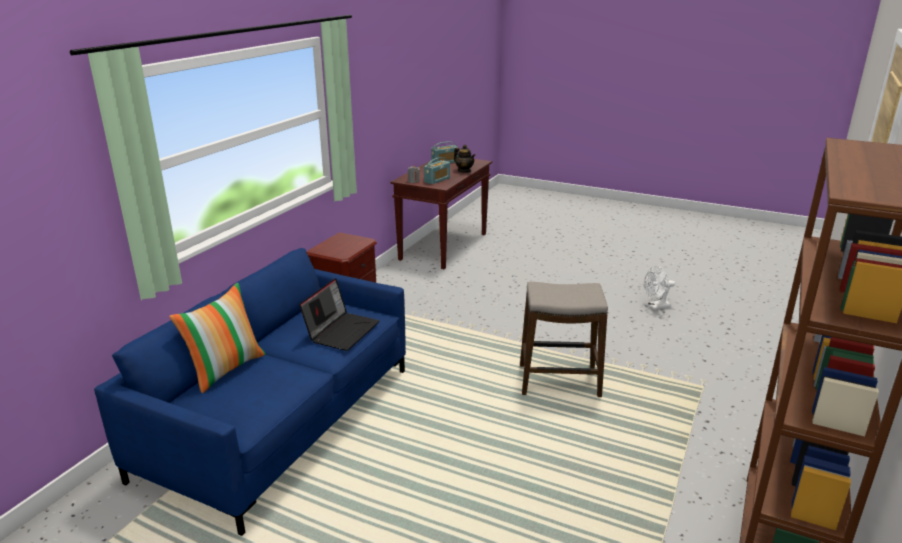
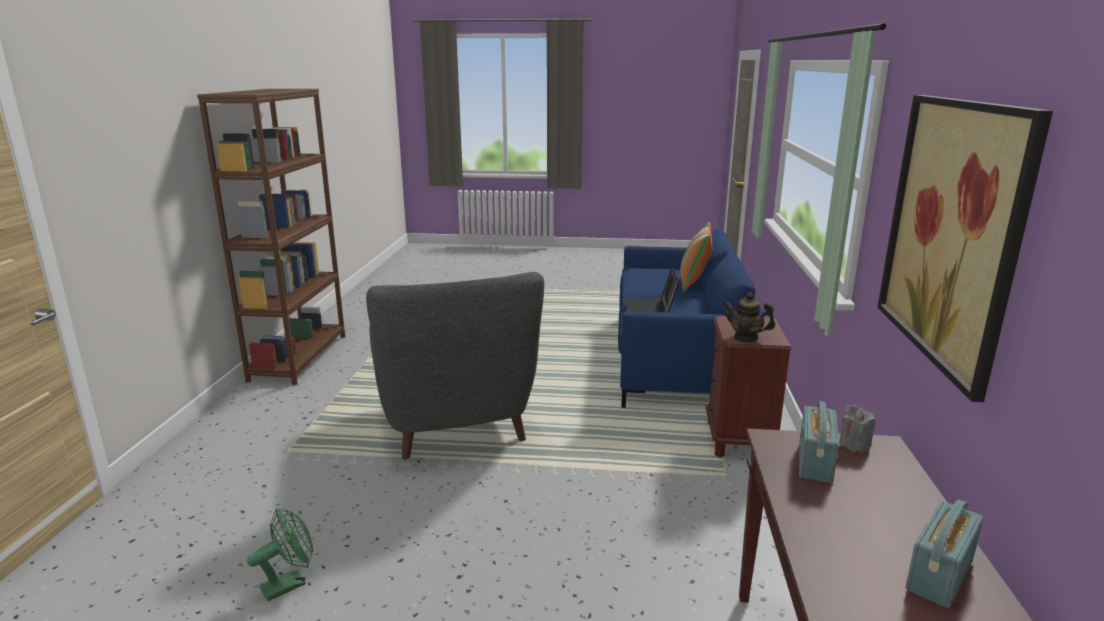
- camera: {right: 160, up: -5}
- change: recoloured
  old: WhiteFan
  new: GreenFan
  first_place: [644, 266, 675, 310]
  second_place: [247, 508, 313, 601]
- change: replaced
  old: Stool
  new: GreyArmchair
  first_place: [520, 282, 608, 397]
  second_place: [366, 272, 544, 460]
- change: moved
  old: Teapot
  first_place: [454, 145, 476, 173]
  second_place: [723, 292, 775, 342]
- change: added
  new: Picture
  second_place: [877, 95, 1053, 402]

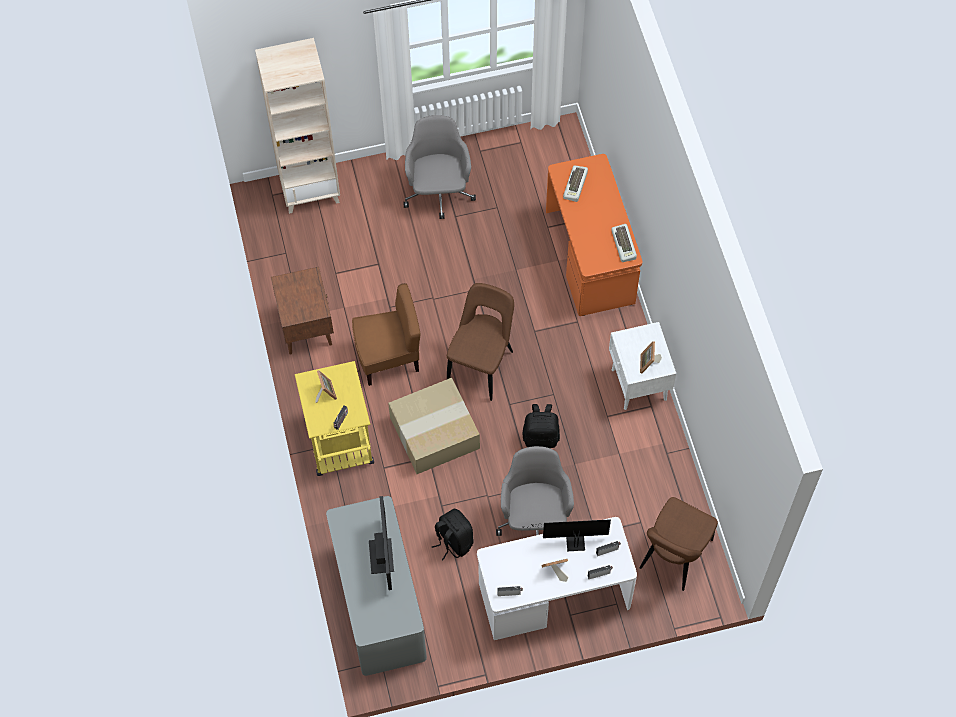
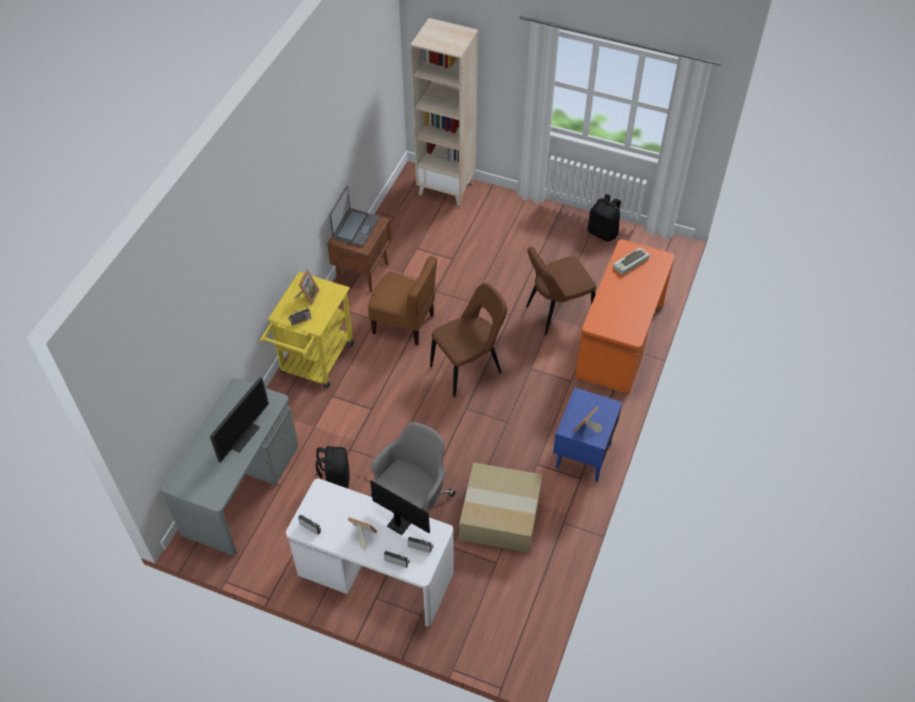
- camera: {right: 35, up: -10}
- change: added
  new: Laptop
  second_place: [329, 186, 379, 247]
- change: moved
  old: CardboardBox
  first_place: [388, 378, 480, 474]
  second_place: [459, 462, 542, 553]
- change: moved
  old: BrownChair
  first_place: [640, 497, 718, 591]
  second_place: [526, 247, 596, 335]
- change: recoloured
  old: WhiteNightstand
  new: BlueNightstand
  first_place: [609, 322, 677, 410]
  second_place: [553, 387, 622, 482]
- change: moved
  old: BlackBackpack
  first_place: [523, 404, 560, 448]
  second_place: [588, 194, 621, 242]
- change: removed
  old: GreyOfficeChair
  first_place: [403, 115, 476, 219]
- change: removed
  old: Keyboard
  first_place: [611, 224, 637, 262]

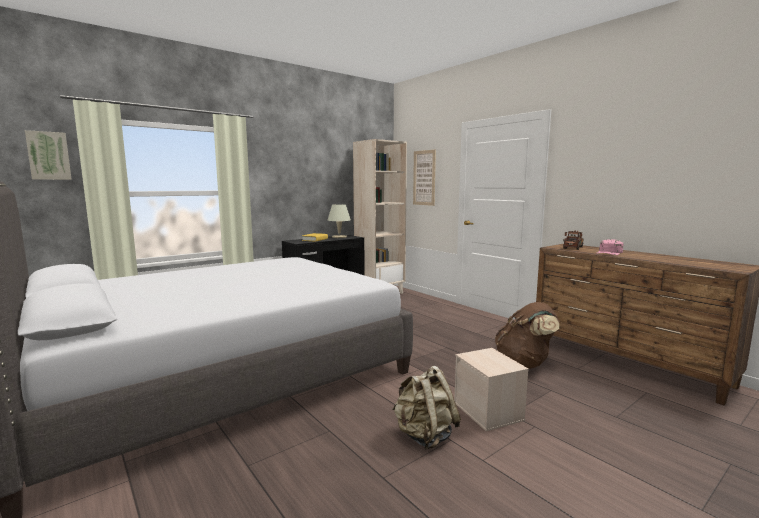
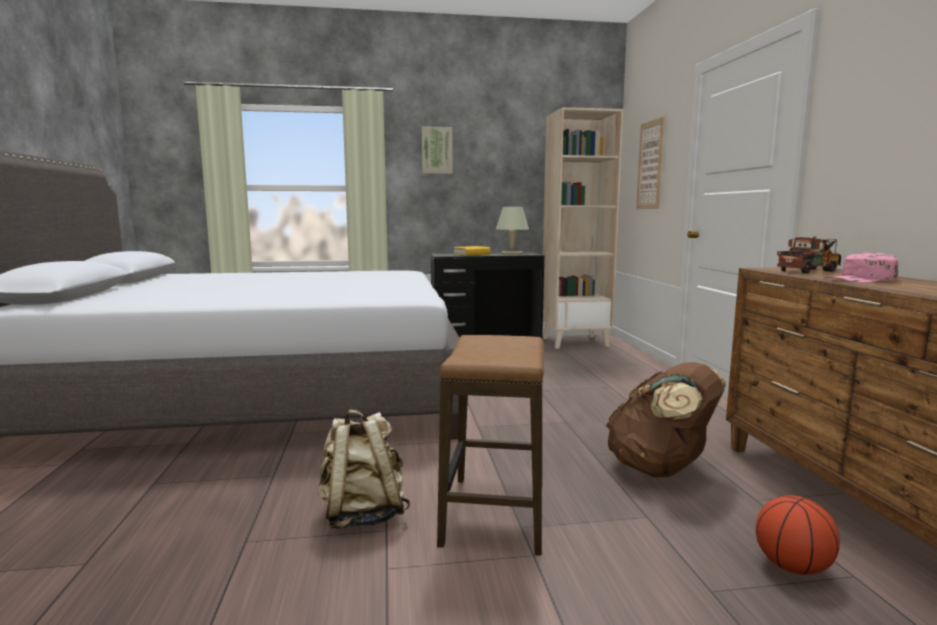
- camera: {right: 30, up: 0}
- change: moved
  old: Picture
  first_place: [25, 130, 72, 180]
  second_place: [422, 126, 453, 174]
- change: replaced
  old: BeigeStorageBox
  new: Stool
  first_place: [454, 348, 529, 431]
  second_place: [437, 335, 544, 556]
- change: added
  new: Basketball
  second_place: [756, 495, 840, 575]

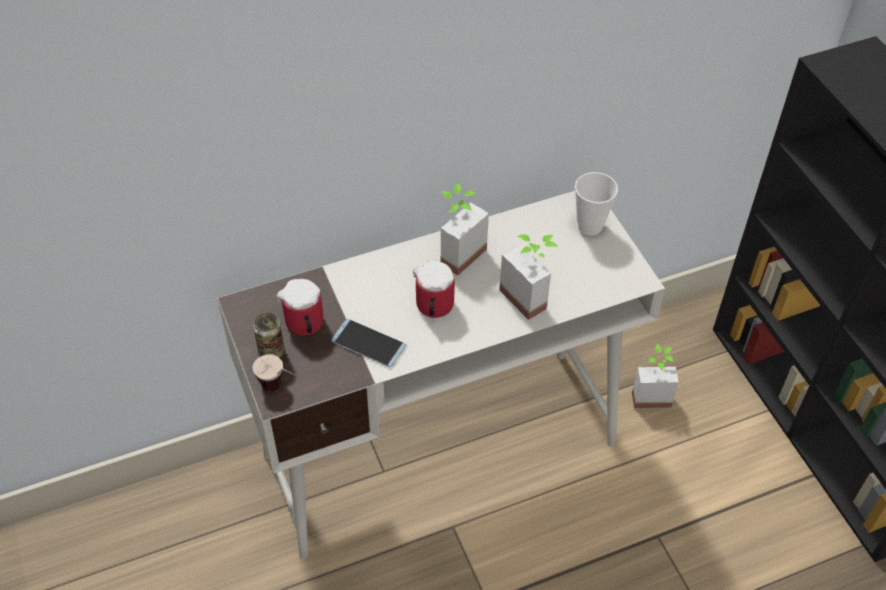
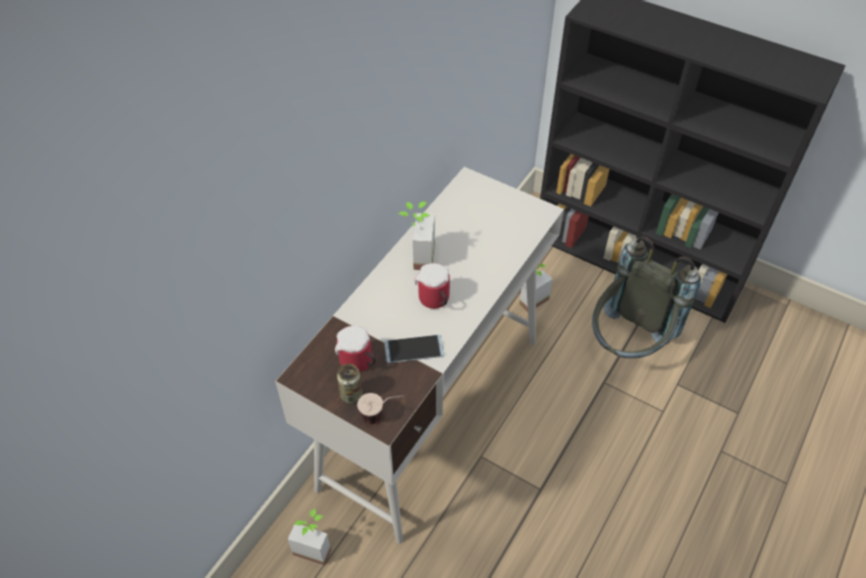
- camera: {right: -35, up: 0}
- change: moved
  old: PottedPlant
  first_place: [499, 234, 558, 320]
  second_place: [288, 508, 331, 566]
- change: added
  new: GreyBackpack
  second_place: [592, 236, 701, 358]
- change: removed
  old: Cup
  first_place: [575, 172, 618, 235]

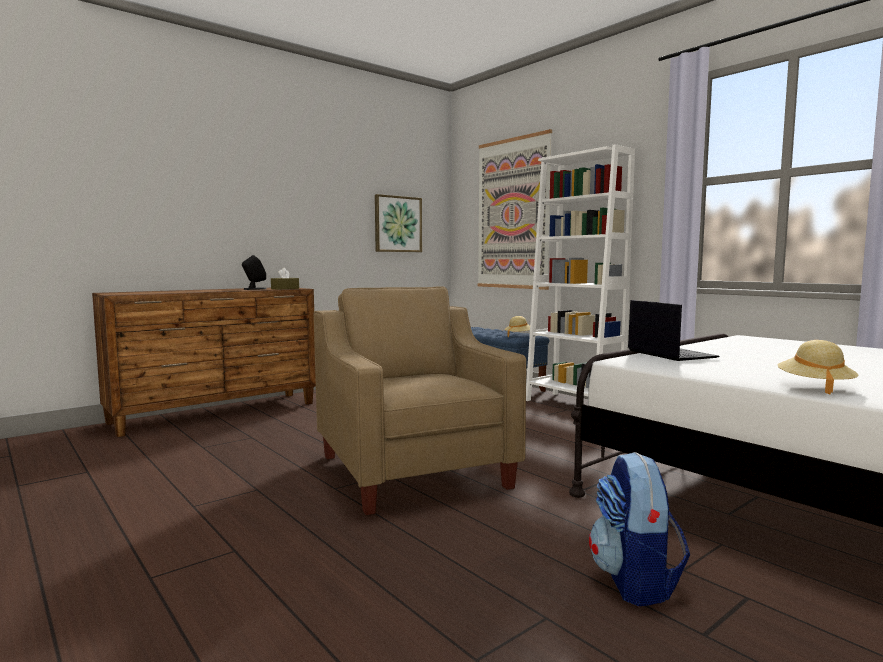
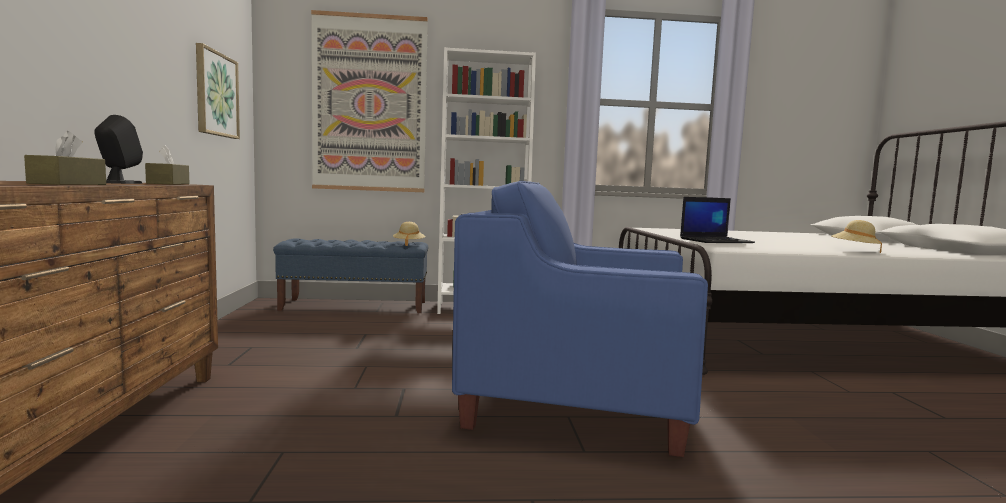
- camera: {right: -55, up: 0}
- change: added
  new: BrownTissueBox
  second_place: [24, 131, 106, 185]
- change: recoloured
  old: BeigeArmchair
  new: BlueArmchair
  first_place: [313, 286, 526, 515]
  second_place: [452, 181, 708, 457]
- change: turned
  old: Laptop
  first_place: [628, 300, 720, 361]
  second_place: [680, 197, 755, 243]
  degrees: 150
- change: removed
  old: Backpack
  first_place: [589, 452, 690, 606]

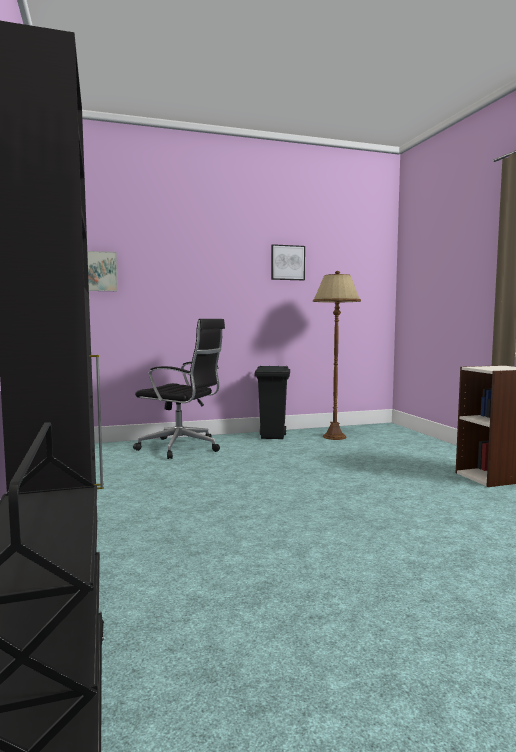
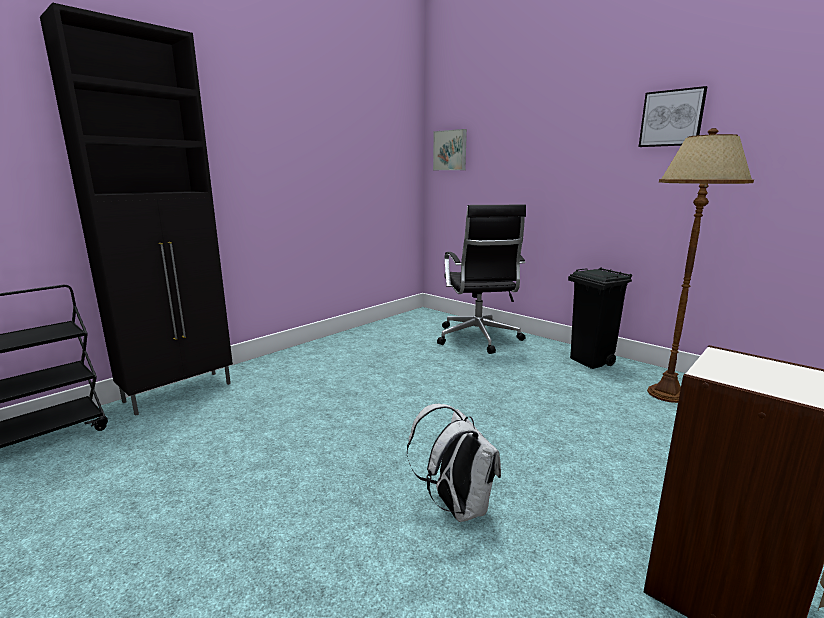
- camera: {right: 60, up: 10}
- change: added
  new: WhiteBackpack
  second_place: [407, 404, 501, 522]

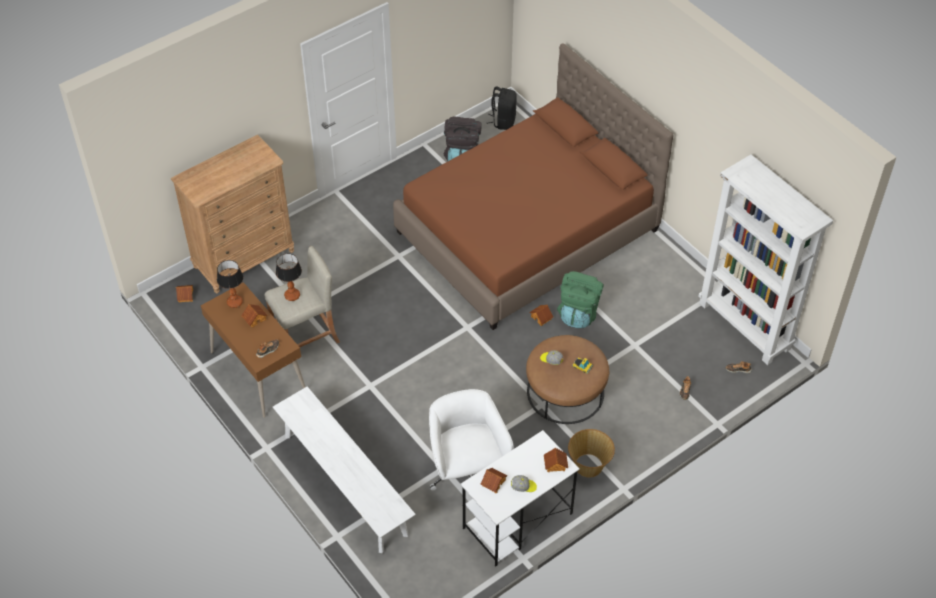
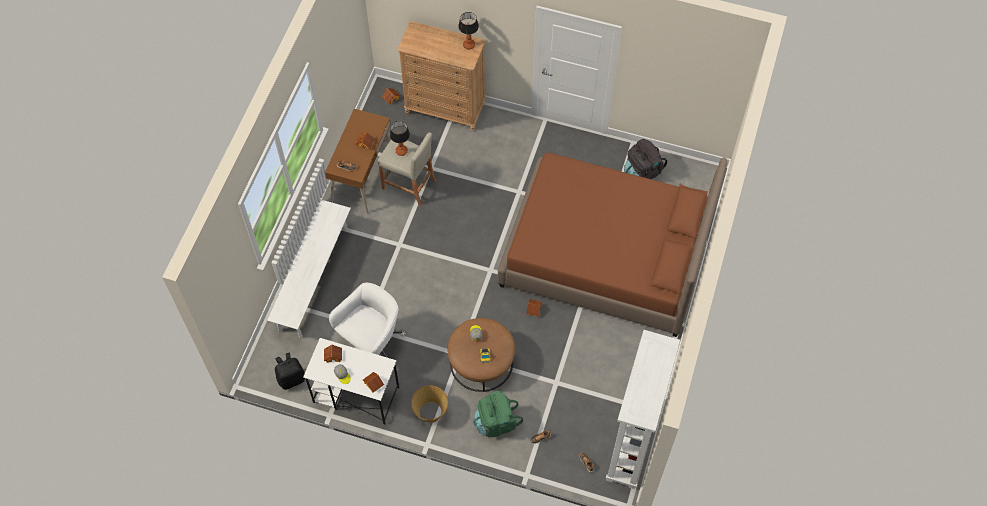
- camera: {right: 55, up: 10}
- change: moved
  old: BlackBackpack
  first_place: [487, 87, 517, 130]
  second_place: [275, 352, 305, 390]
- change: moved
  old: TableLamp
  first_place: [217, 260, 243, 308]
  second_place: [458, 12, 479, 49]
- change: moved
  old: GreenBackpack
  first_place: [557, 271, 604, 328]
  second_place: [474, 391, 523, 437]

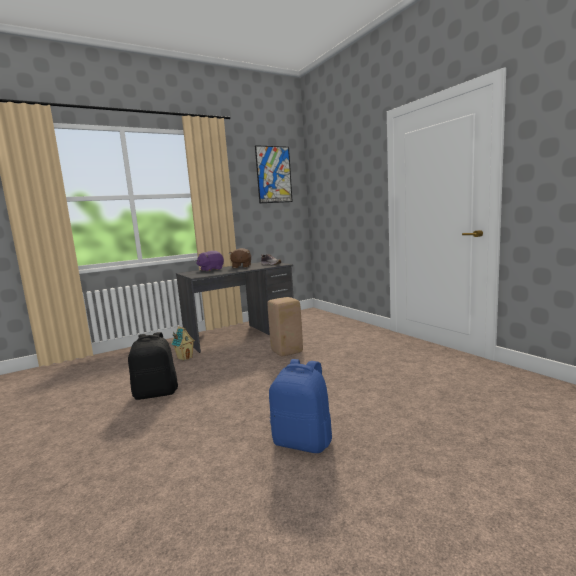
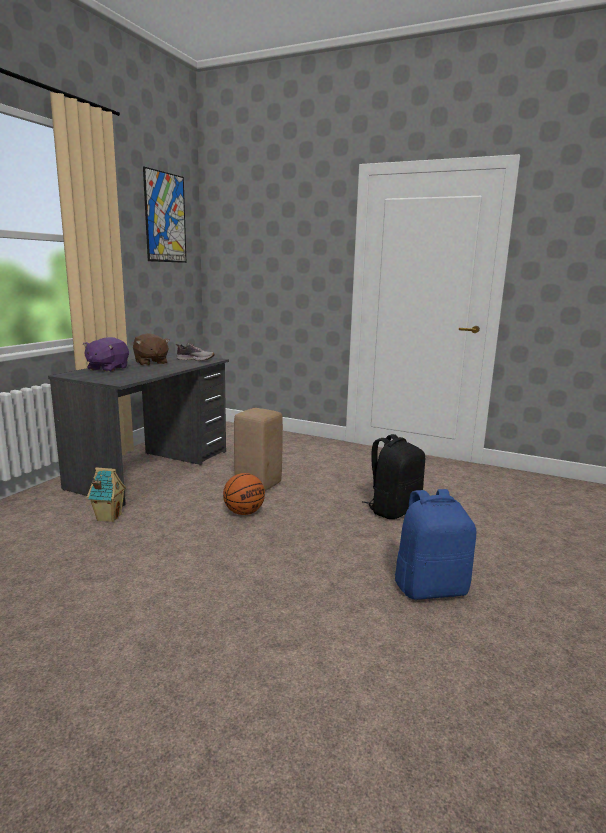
- camera: {right: -35, up: 5}
- change: added
  new: Basketball
  second_place: [223, 473, 265, 515]
- change: moved
  old: BlackBackpack
  first_place: [128, 332, 178, 400]
  second_place: [362, 434, 425, 519]

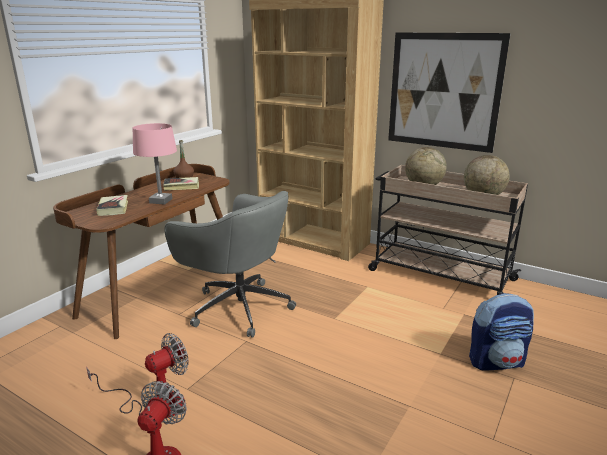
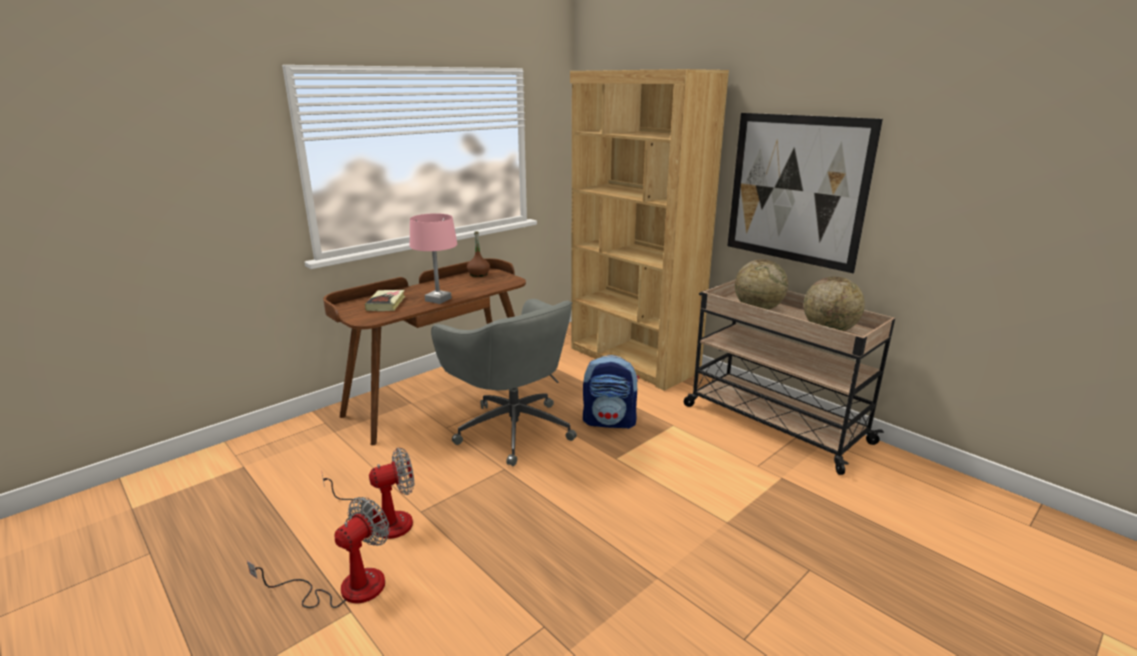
- camera: {right: 15, up: 0}
- change: moved
  old: Backpack
  first_place: [469, 293, 534, 371]
  second_place: [583, 355, 639, 429]
- change: removed
  old: Book
  first_place: [163, 177, 199, 191]

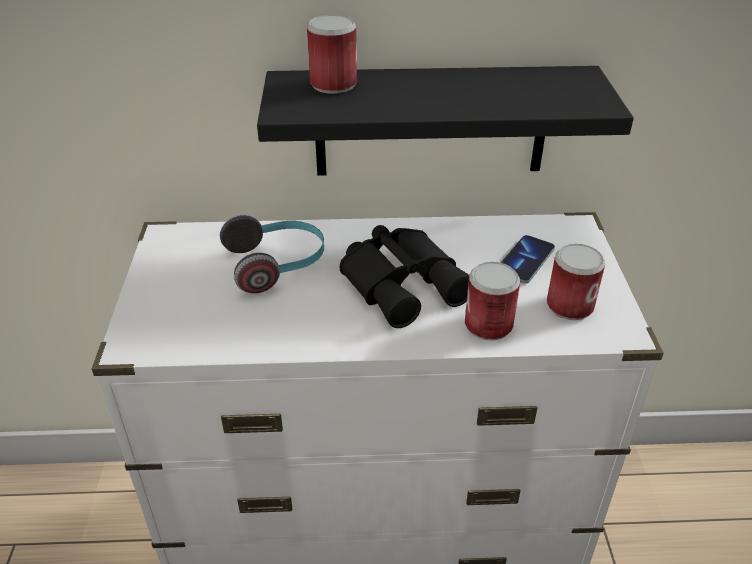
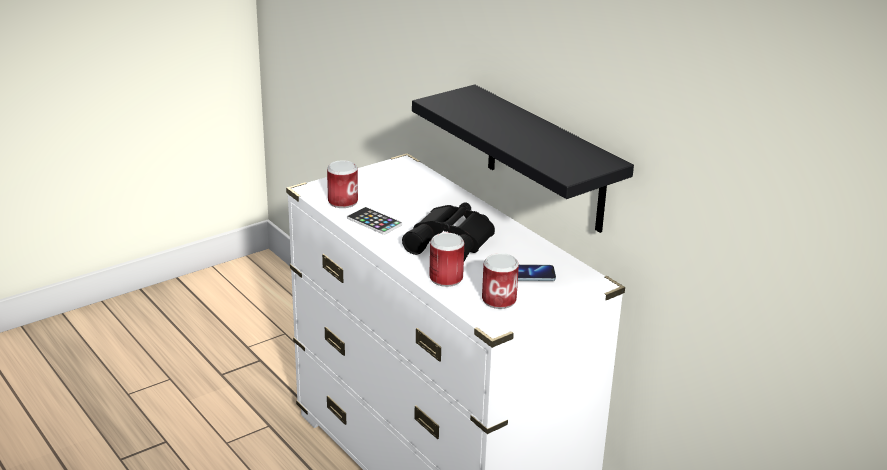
- camera: {right: 55, up: -10}
- change: moved
  old: Can
  first_place: [307, 15, 357, 94]
  second_place: [327, 160, 358, 208]
- change: added
  new: Phone
  second_place: [347, 207, 402, 235]
- change: removed
  old: Headphones
  first_place: [220, 215, 324, 293]

